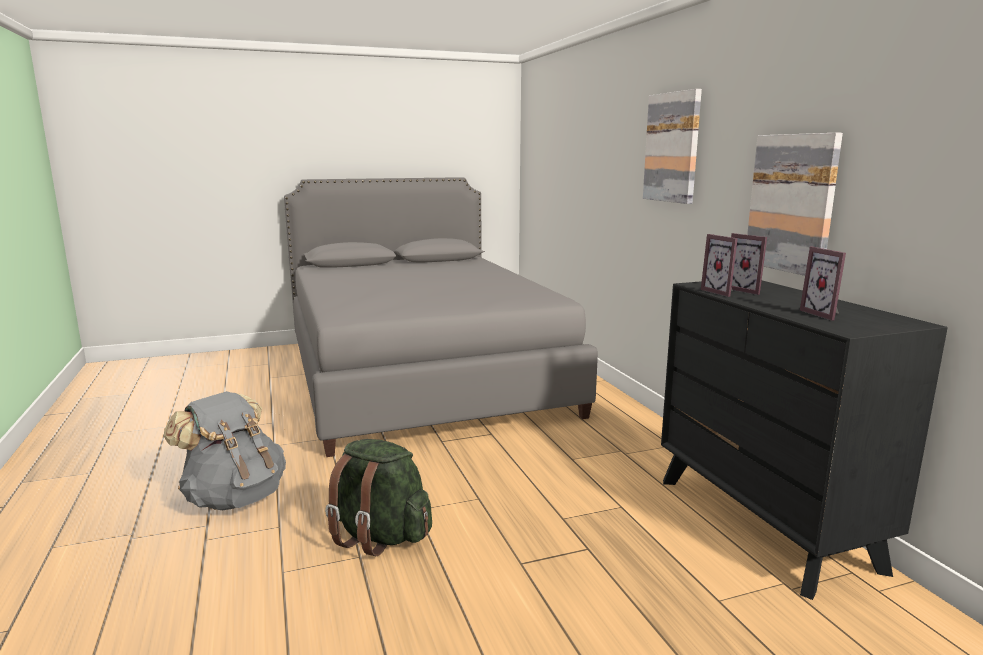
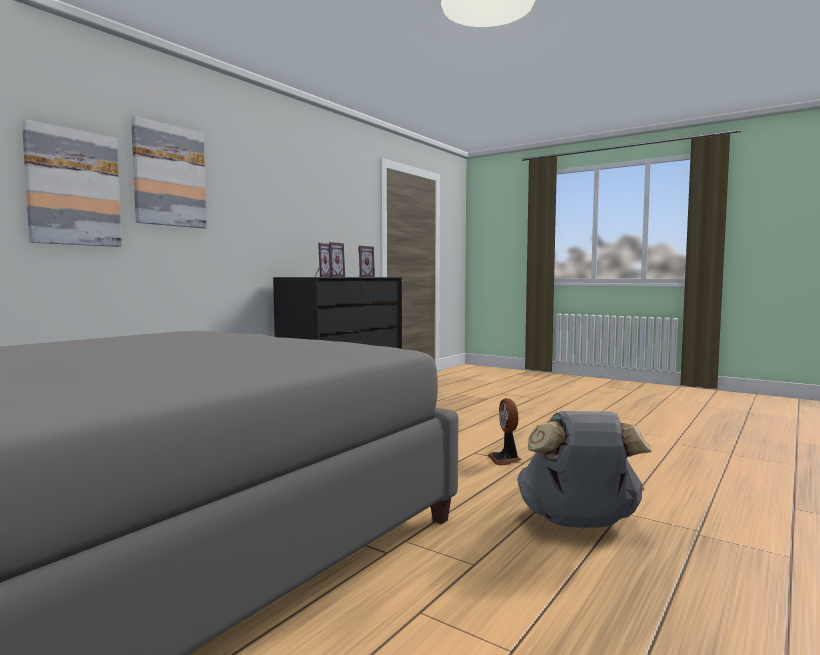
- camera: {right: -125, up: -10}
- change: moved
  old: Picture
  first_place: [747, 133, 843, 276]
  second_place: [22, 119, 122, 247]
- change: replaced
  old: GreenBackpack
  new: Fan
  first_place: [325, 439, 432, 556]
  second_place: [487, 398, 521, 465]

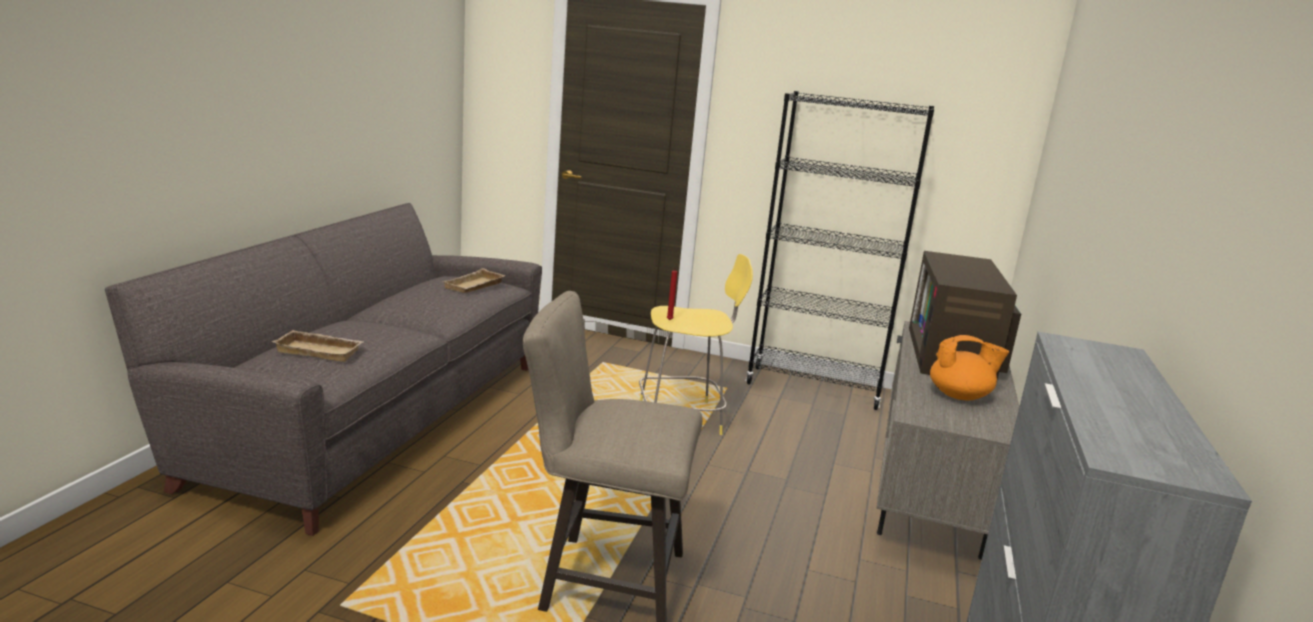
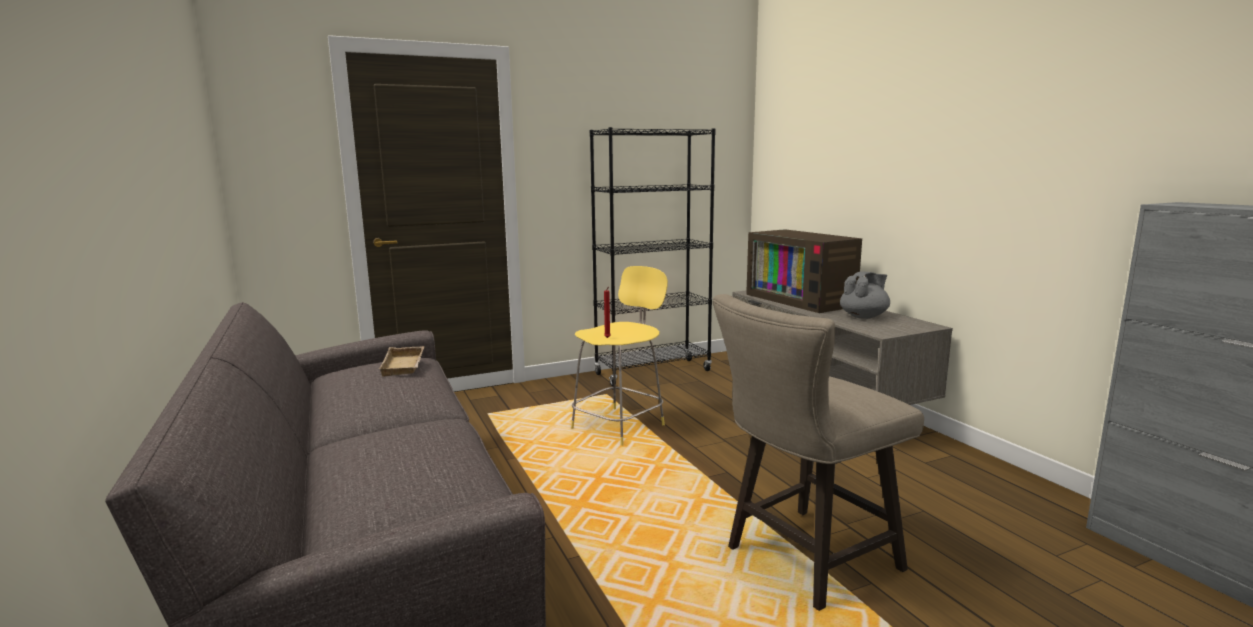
- camera: {right: -40, up: -5}
- change: recoloured
  old: OrangeTeapot
  new: GreyTeapot
  first_place: [930, 335, 1009, 401]
  second_place: [840, 272, 890, 319]
- change: removed
  old: BeigeTray
  first_place: [272, 330, 363, 362]

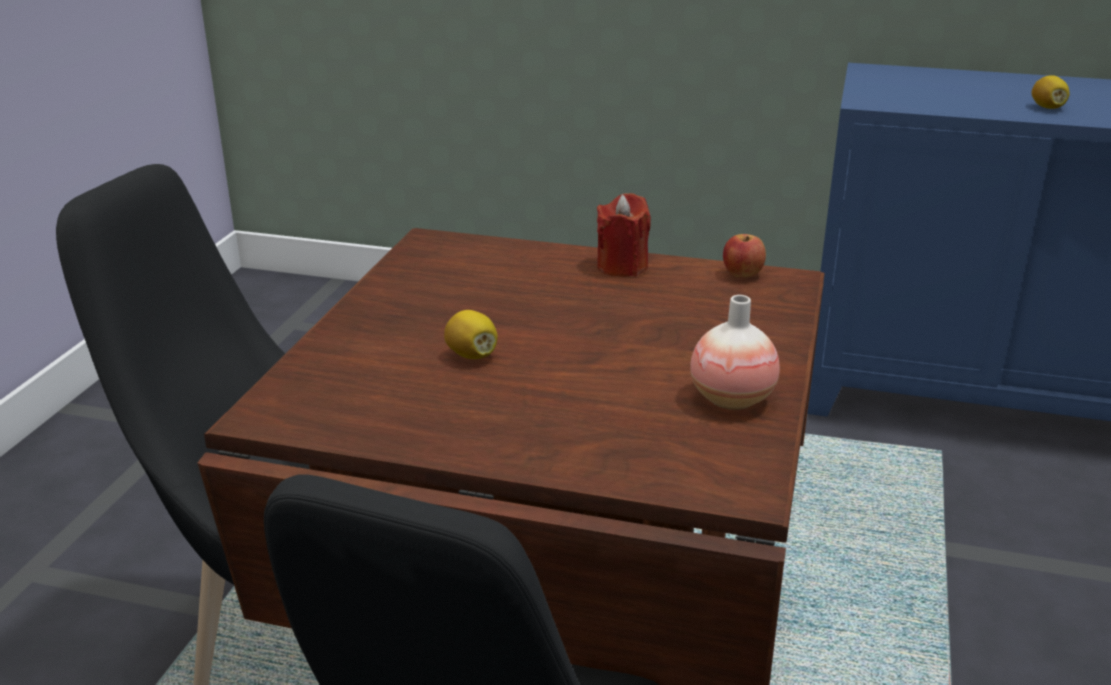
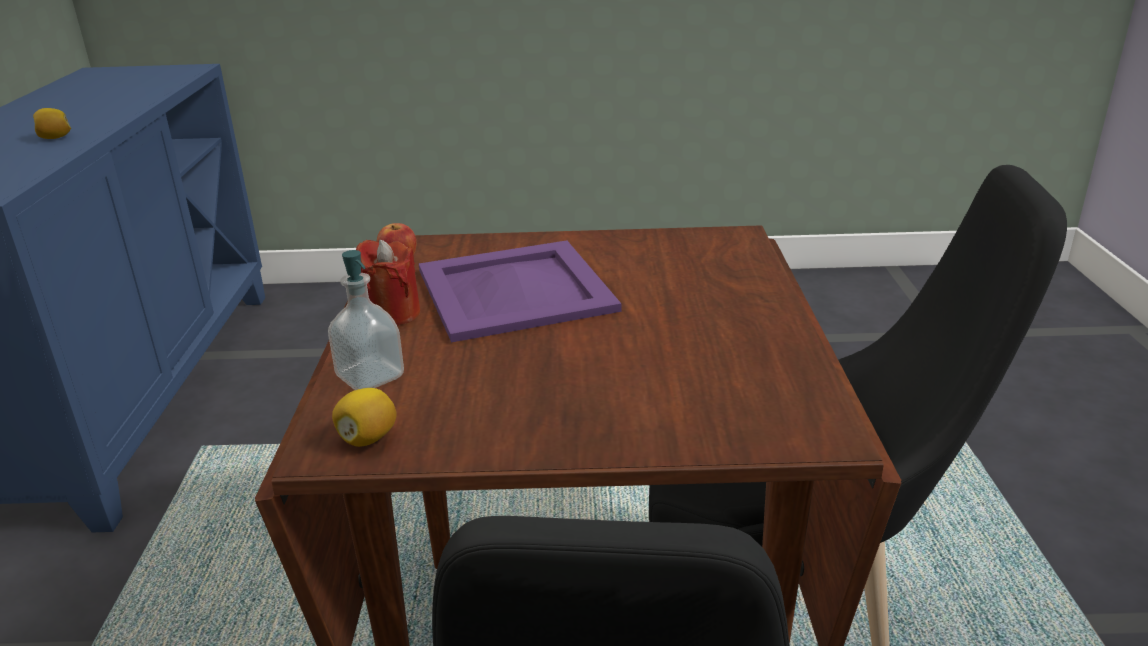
- camera: {right: -105, up: 0}
- change: added
  new: SoapDispenser
  second_place: [328, 250, 404, 390]
- change: moved
  old: Lemon
  first_place: [444, 310, 498, 359]
  second_place: [332, 388, 397, 447]
- change: added
  new: PurpleTray
  second_place: [419, 240, 621, 342]
- change: removed
  old: Vase
  first_place: [690, 295, 780, 410]

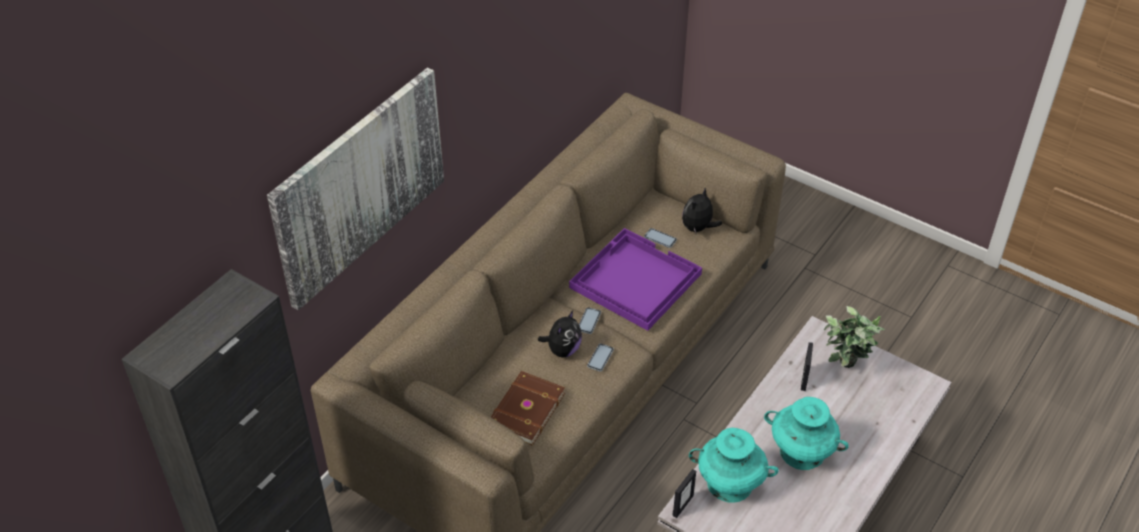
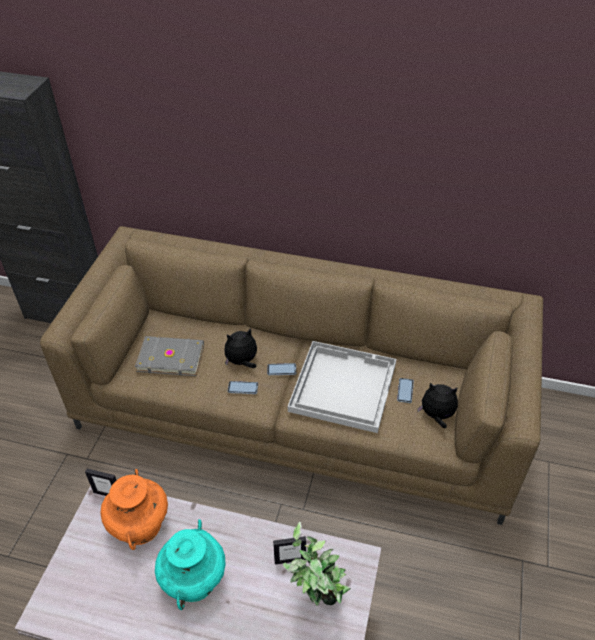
- camera: {right: 70, up: 0}
- change: recoloured
  old: TurquoiseVase
  new: OrangeVase
  first_place: [689, 428, 779, 503]
  second_place: [100, 469, 168, 550]
- change: recoloured
  old: BrownBook
  new: GreyBook
  first_place: [491, 371, 565, 446]
  second_place: [135, 336, 204, 376]
- change: turned
  old: PlushToy
  first_place: [538, 311, 582, 358]
  second_place: [225, 328, 257, 368]
  degrees: 150
- change: recoloured
  old: PurpleTray
  new: WhiteTray
  first_place: [569, 228, 702, 331]
  second_place: [288, 341, 396, 433]
- change: removed
  old: Picture
  first_place: [267, 68, 444, 310]

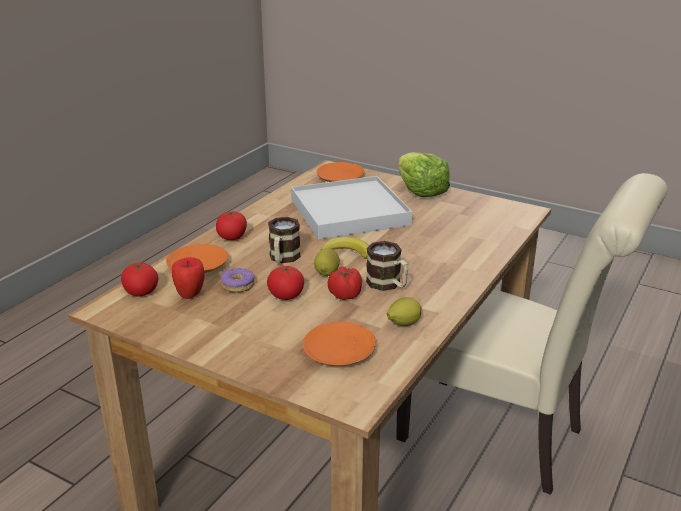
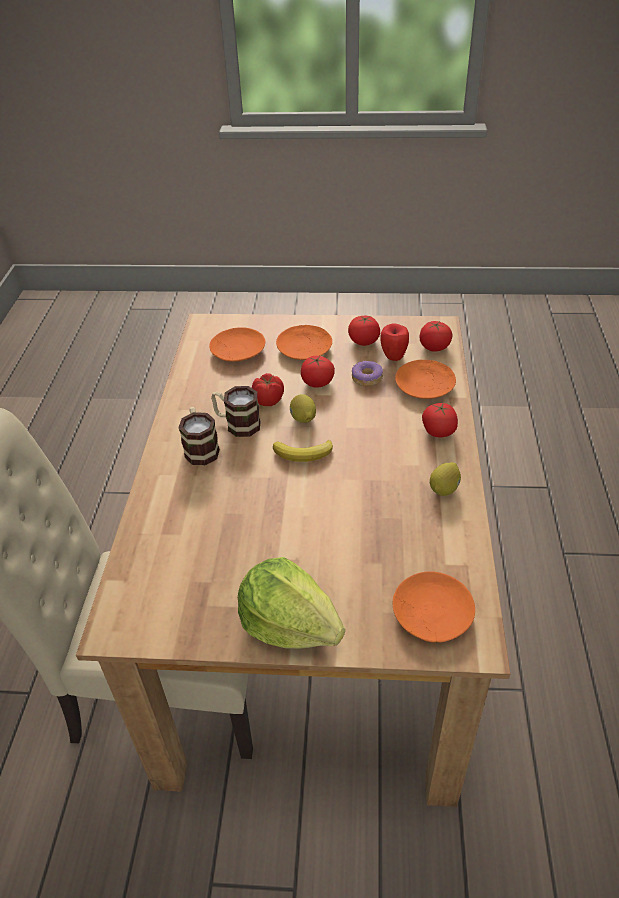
- camera: {right: 155, up: 15}
- change: moved
  old: Mug
  first_place: [268, 217, 301, 263]
  second_place: [178, 407, 220, 465]
- change: added
  new: OrangePlate
  second_place: [276, 325, 332, 360]
- change: added
  new: Tomato
  second_place: [348, 316, 380, 346]
- change: moved
  old: Lemon
  first_place: [387, 297, 422, 326]
  second_place: [430, 462, 461, 496]
- change: removed
  old: WhiteTray
  first_place: [291, 176, 413, 239]

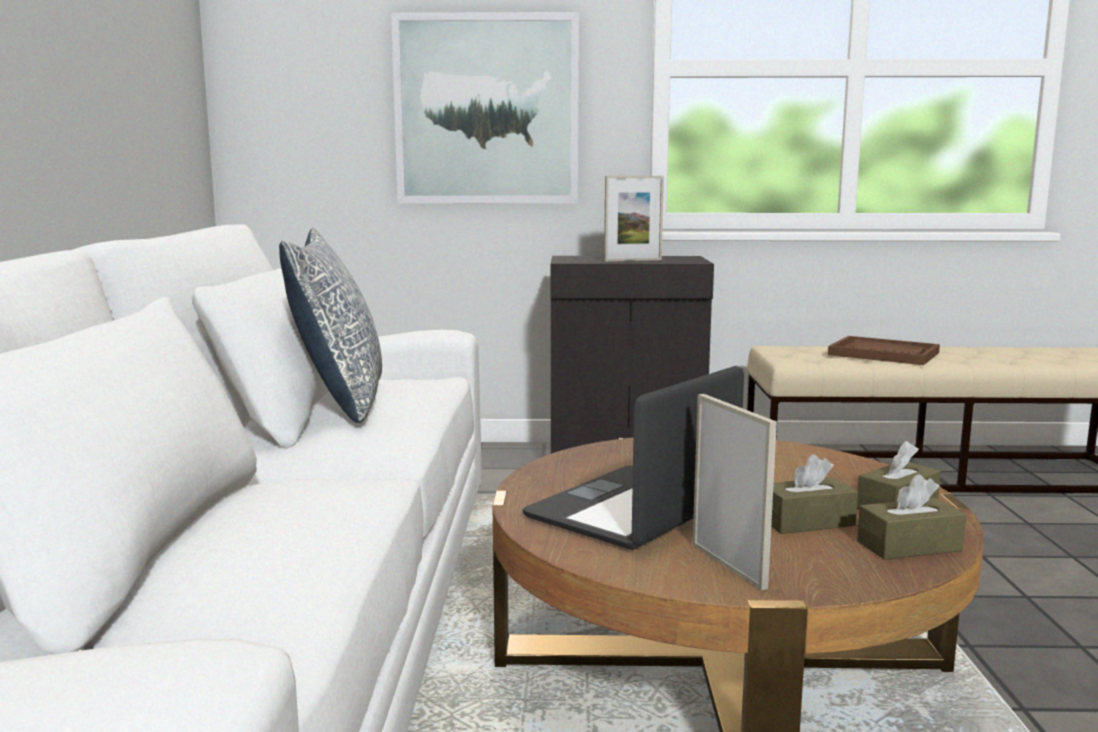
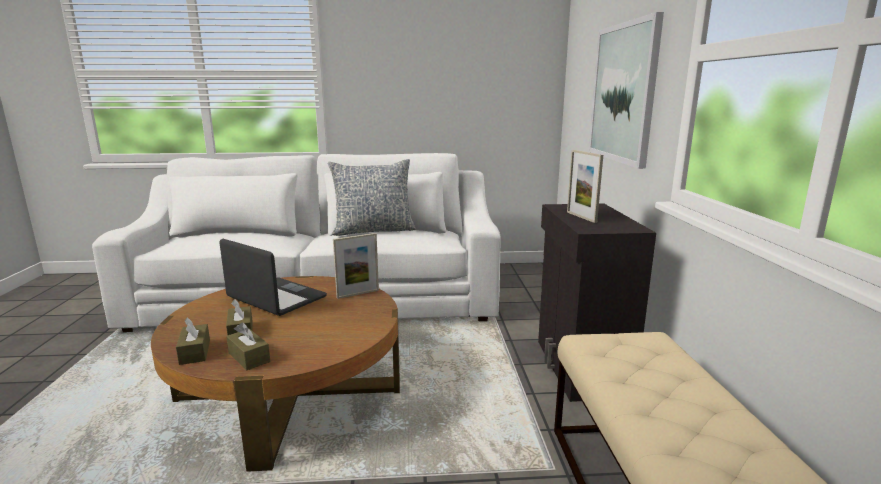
- camera: {right: 85, up: 5}
- change: moved
  old: PictureFrame
  first_place: [693, 394, 777, 591]
  second_place: [333, 233, 379, 299]
- change: removed
  old: BrownTray
  first_place: [828, 336, 940, 365]

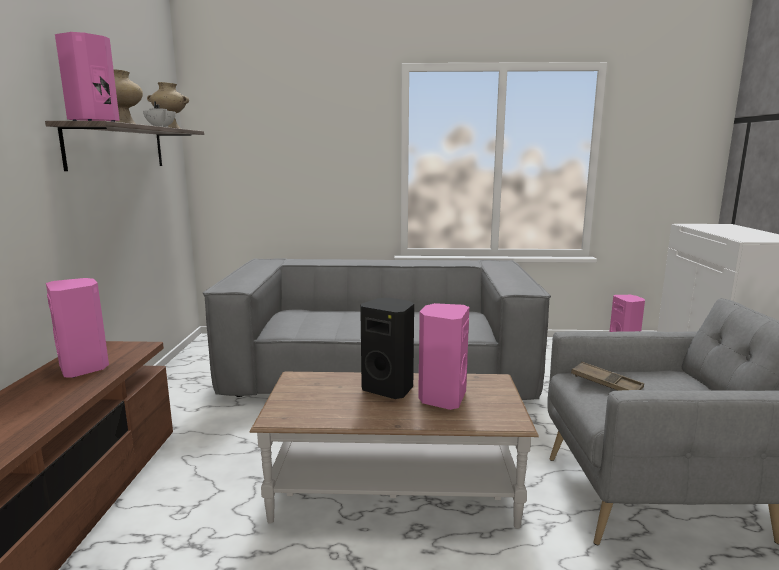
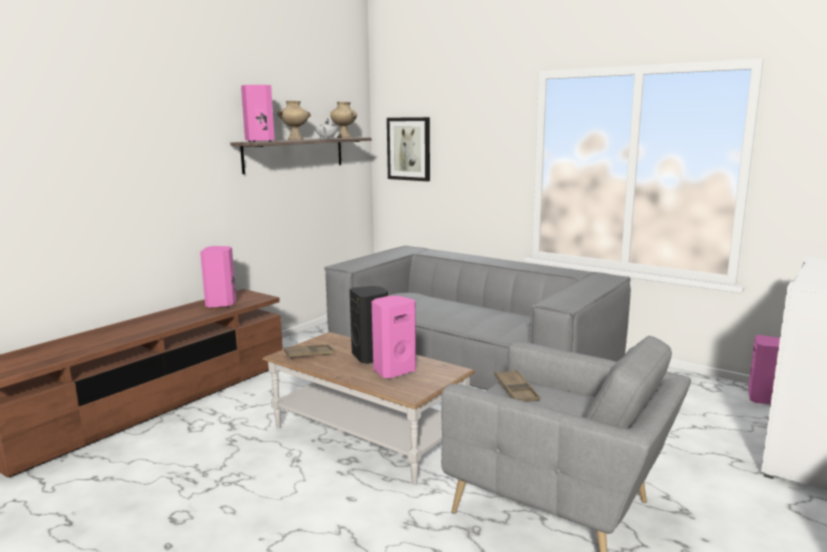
- camera: {right: 35, up: 0}
- change: added
  new: BrownTray
  second_place: [284, 344, 335, 358]
- change: added
  new: Picture
  second_place: [387, 117, 430, 181]

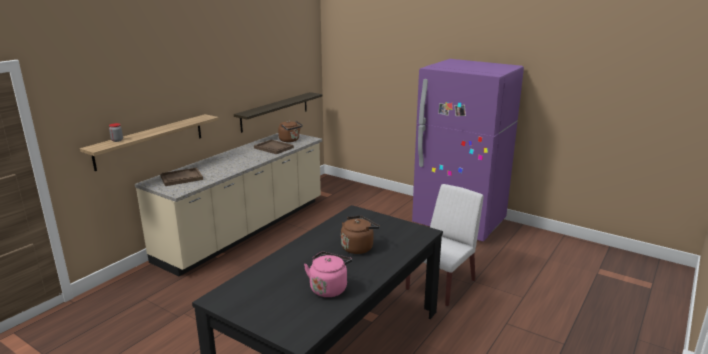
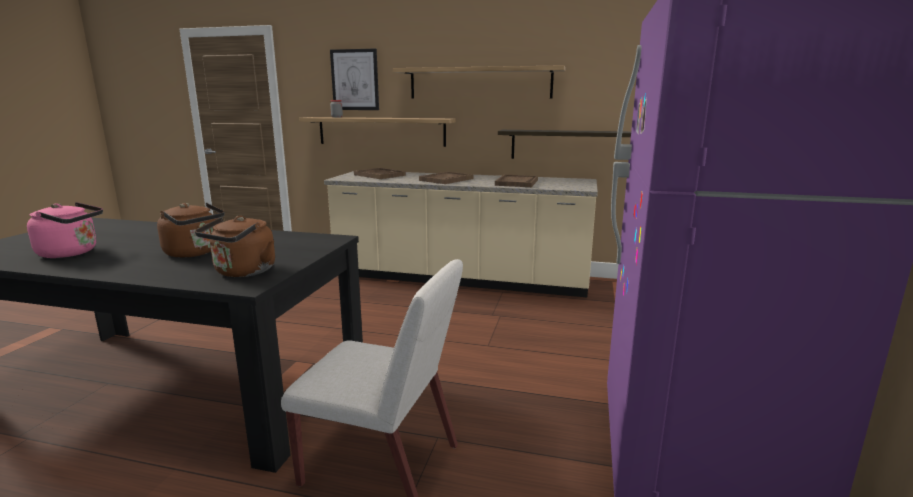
- camera: {right: 70, up: -5}
- change: moved
  old: BrownKettle
  first_place: [278, 121, 303, 142]
  second_place: [195, 216, 275, 277]
- change: added
  new: Picture
  second_place: [330, 48, 379, 110]
- change: added
  new: Shelf
  second_place: [393, 65, 566, 99]
- change: added
  new: BrownTray
  second_place: [419, 172, 474, 184]

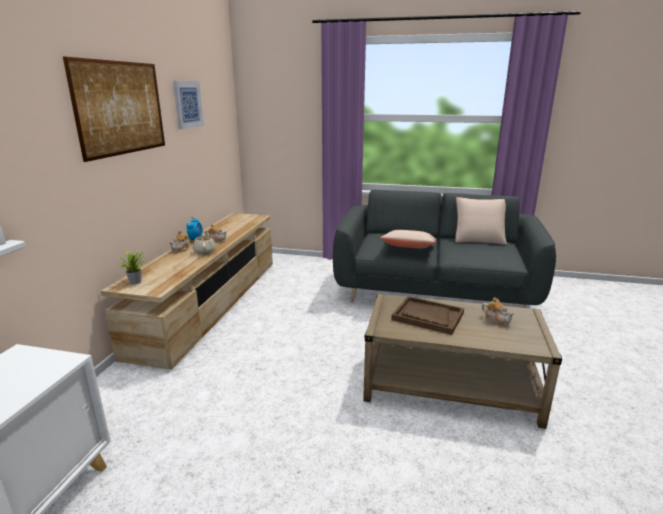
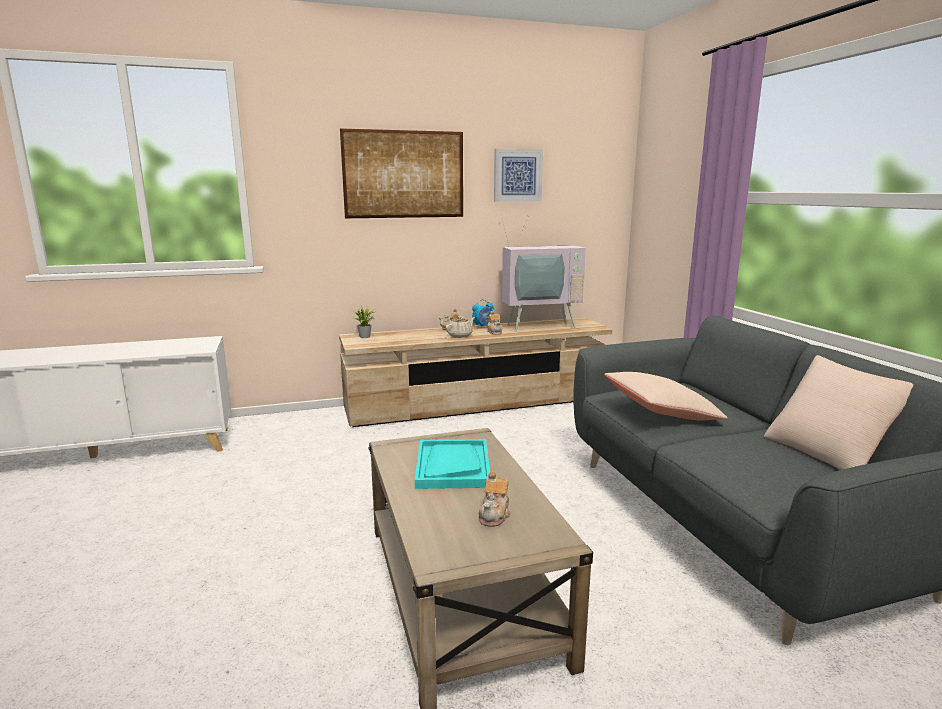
- camera: {right: 60, up: -5}
- change: recoloured
  old: BrownTray
  new: TurquoiseTray
  first_place: [391, 296, 464, 335]
  second_place: [415, 439, 490, 489]
- change: added
  new: Television
  second_place: [501, 214, 586, 332]

